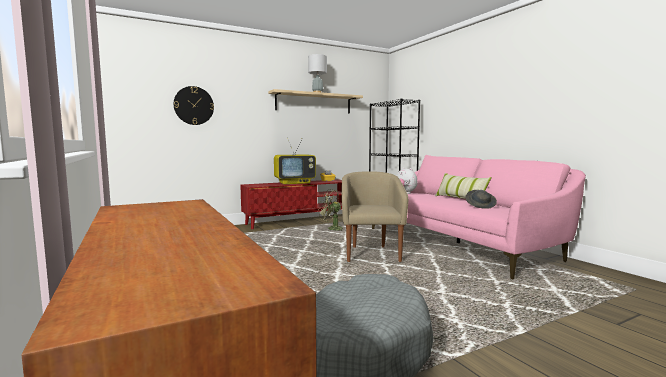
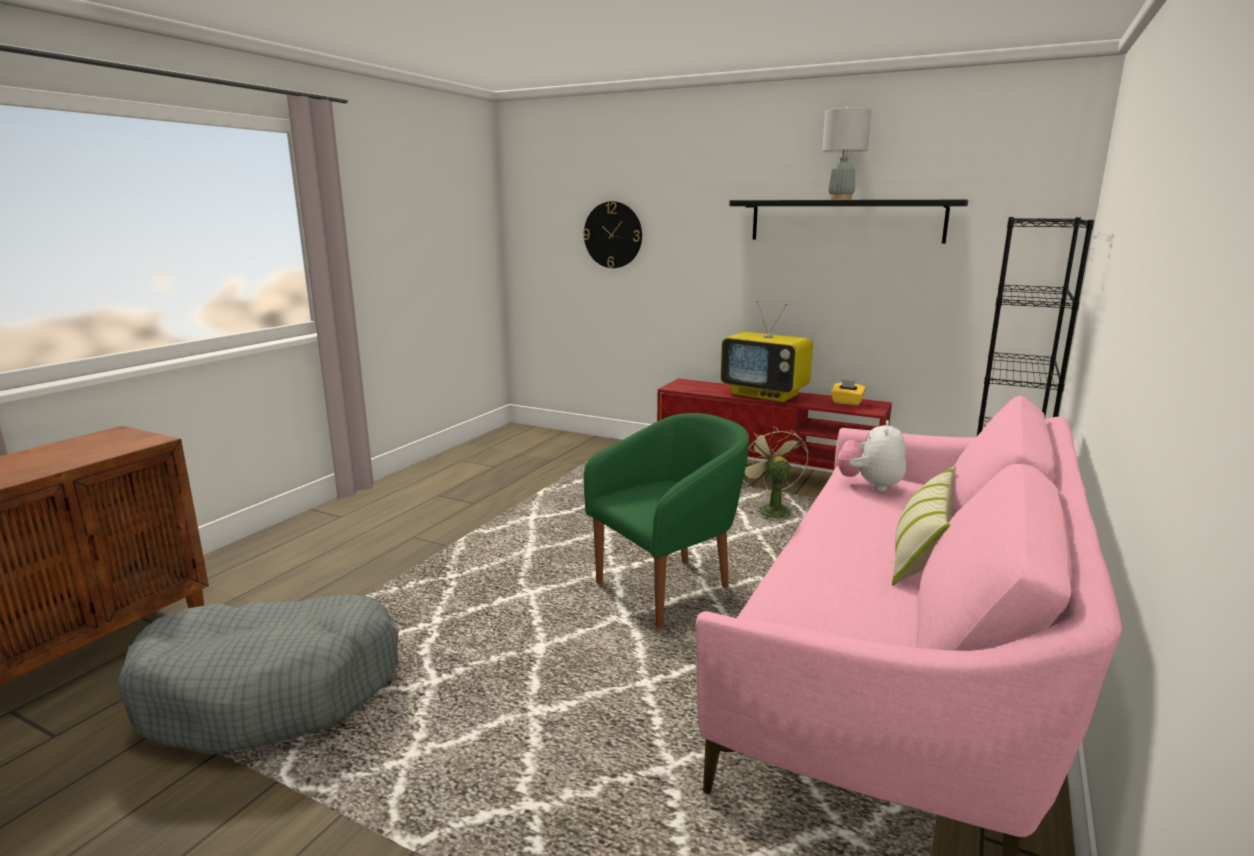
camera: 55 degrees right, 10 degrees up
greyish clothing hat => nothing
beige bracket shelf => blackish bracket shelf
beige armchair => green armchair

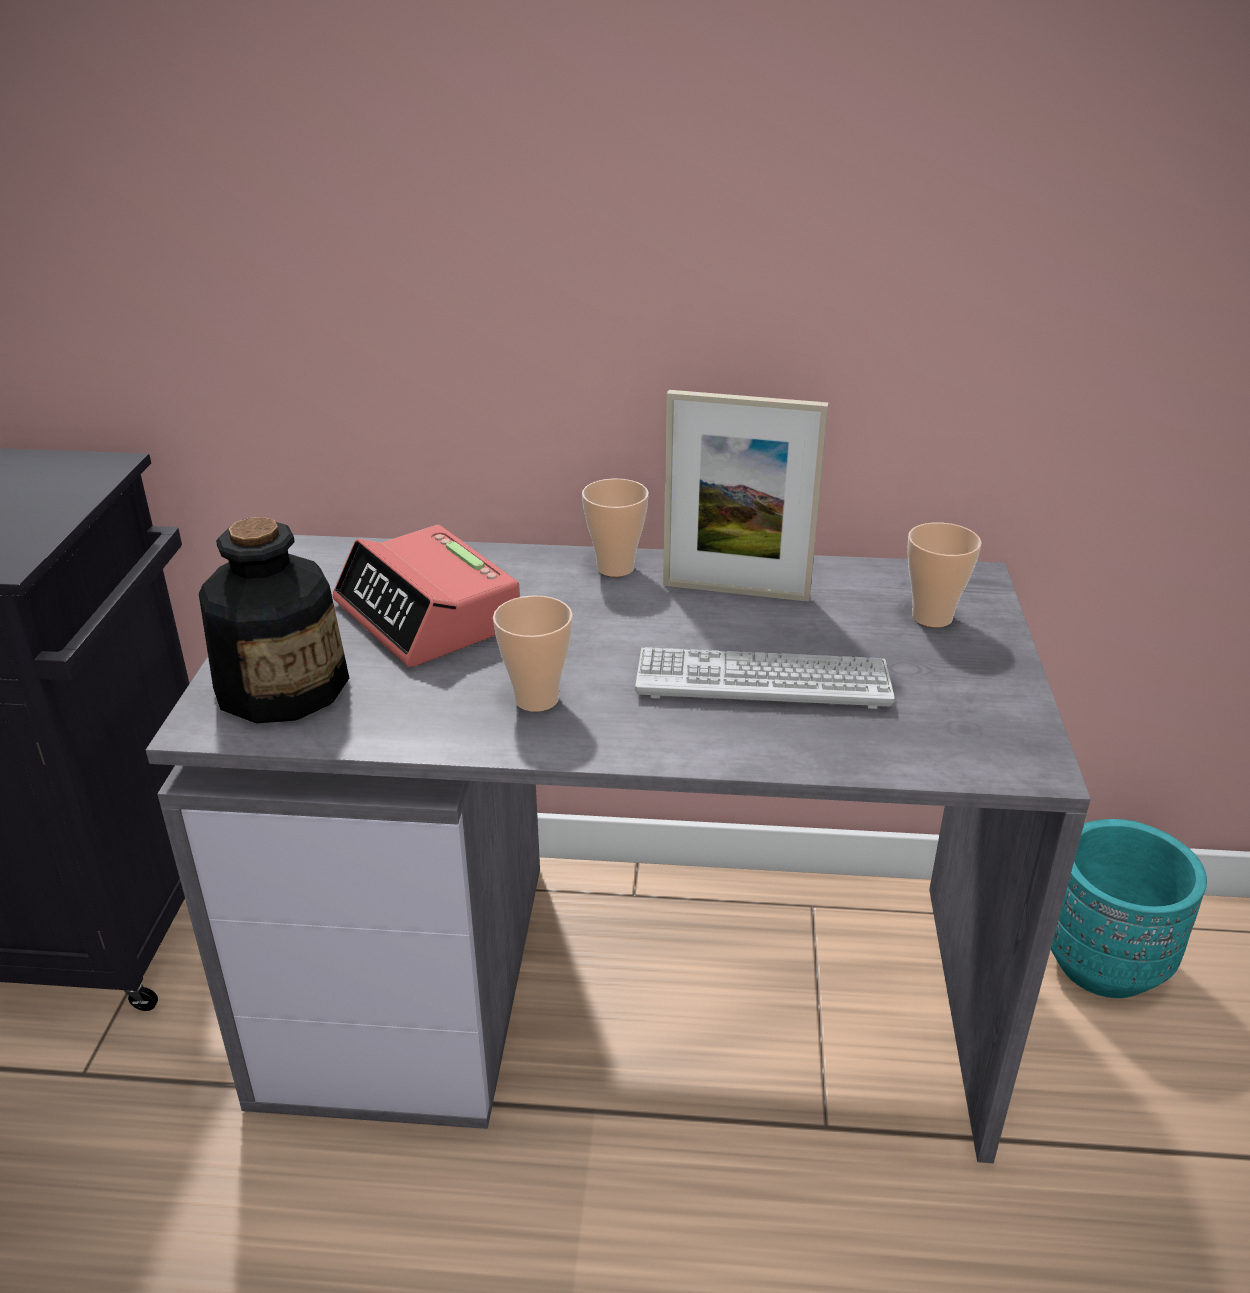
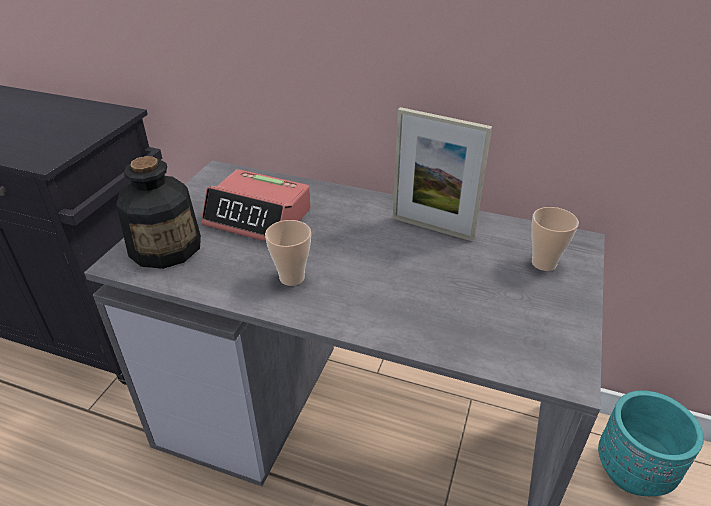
camera: 15 degrees right, 5 degrees up
small cup (no. 2 from left) => nothing
PC keyboard => nothing
alarm clock, 45 degrees counterclockwise

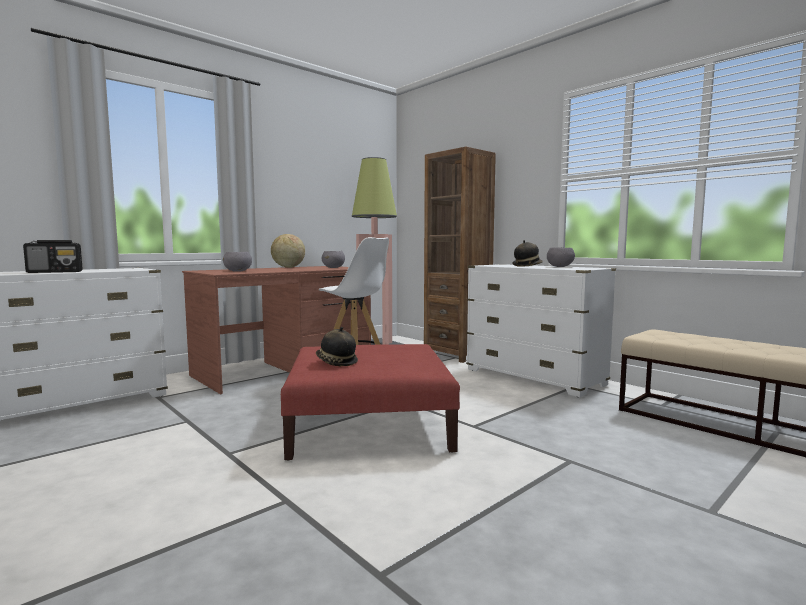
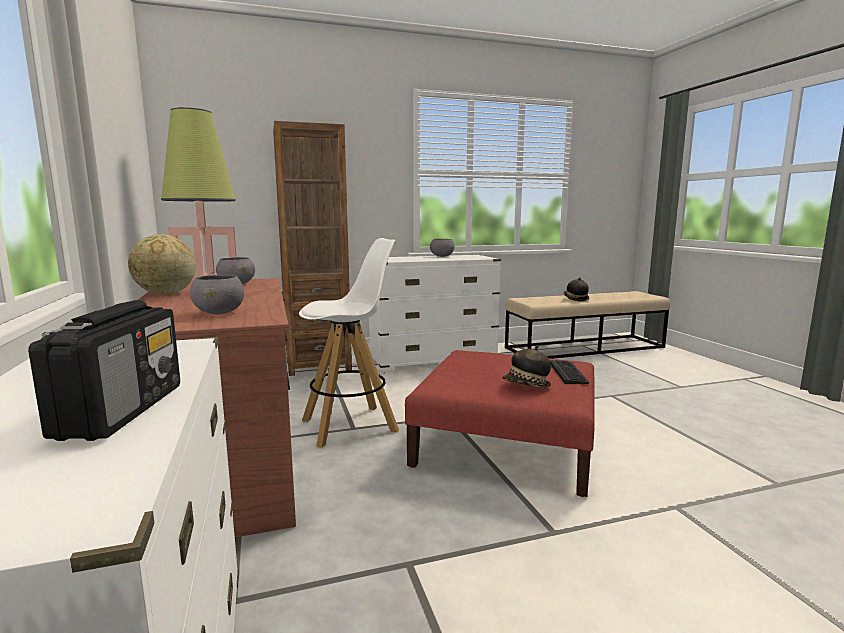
camera: 65 degrees left, 5 degrees up
nothing => PC keyboard
clothing hat (no. 2 from left), relocated

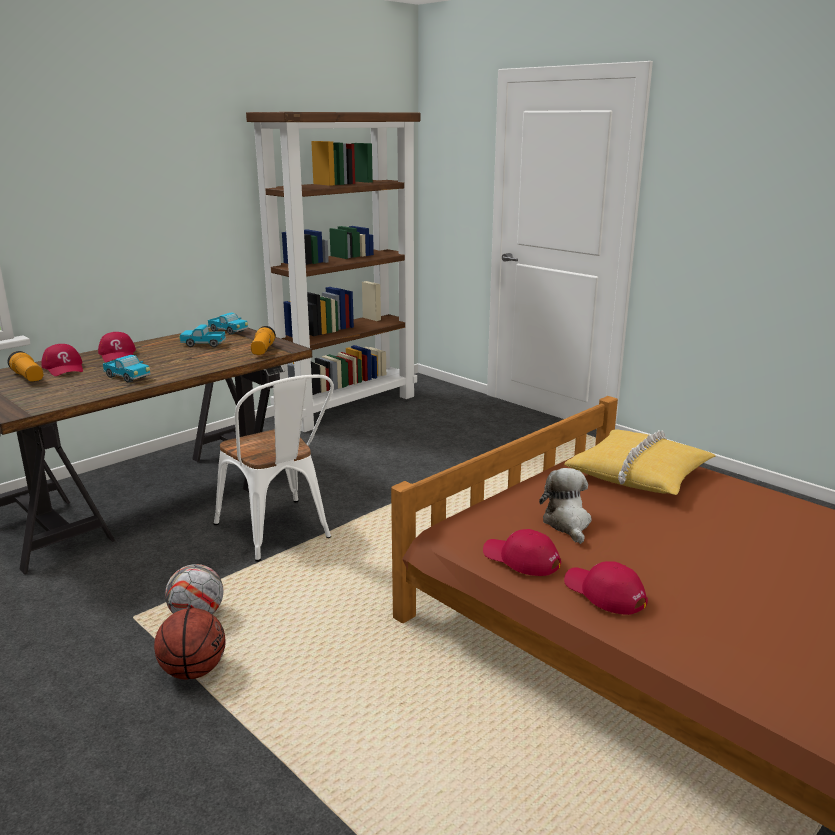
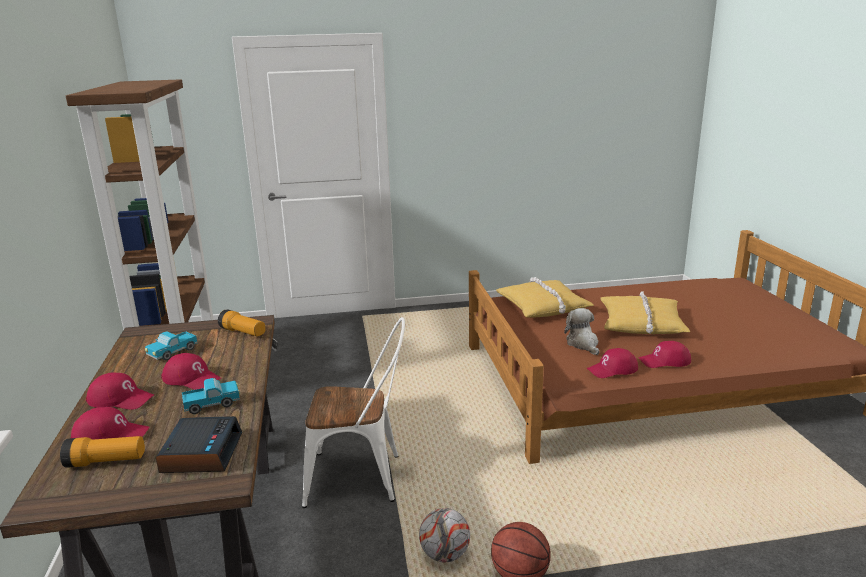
camera: 55 degrees left, 0 degrees up
toy truck (no. 3 from left) => nothing
nothing => alarm clock
nothing => red baseball cap (no. 3 from left)
nothing => yellowish cushion (no. 2 from left)
soft toy, 45 degrees clockwise

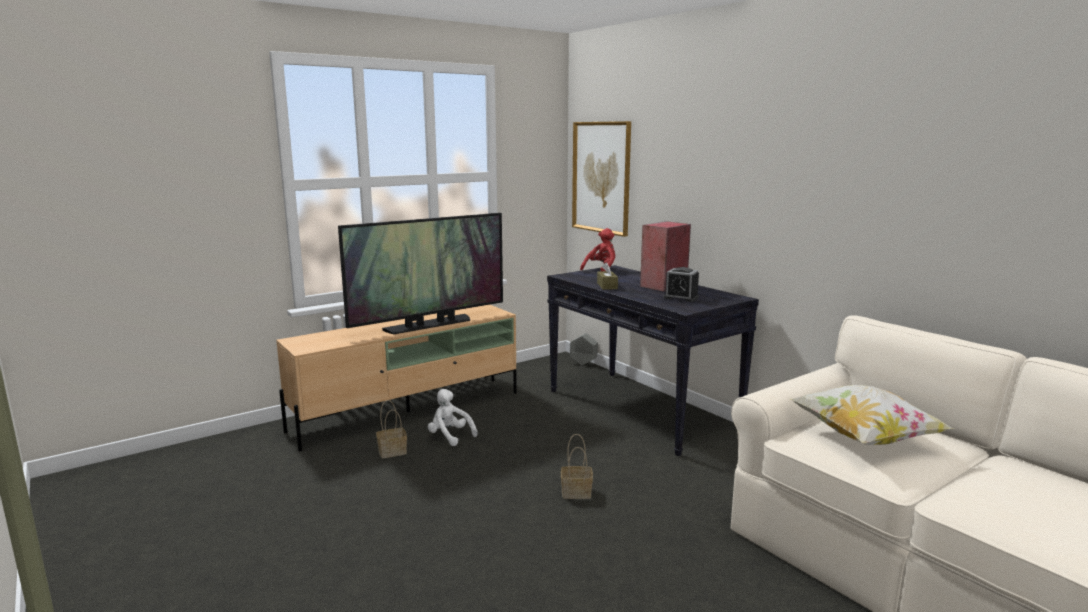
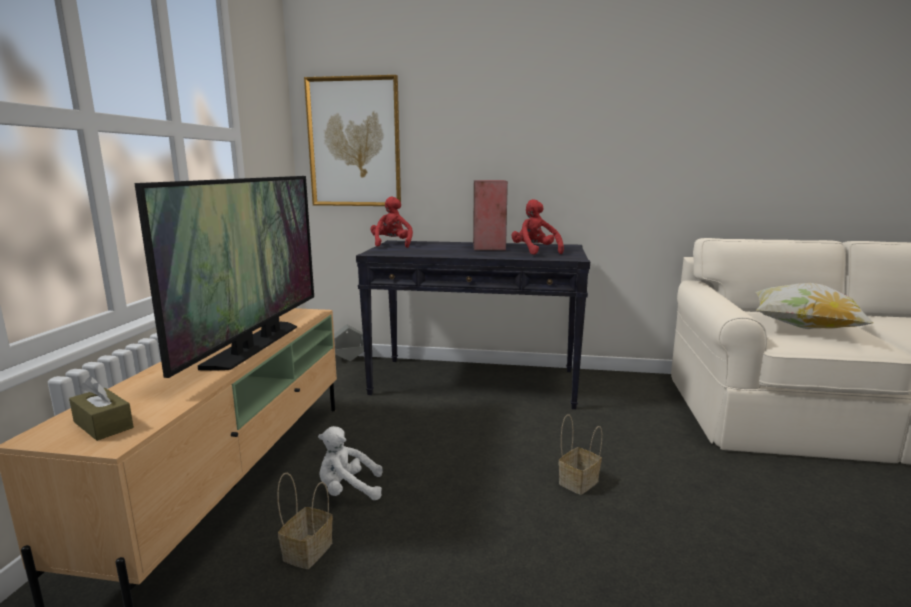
camera: 45 degrees left, 0 degrees up
brown tissue holder, relocated
alarm clock => red soft toy (no. 2 from left)

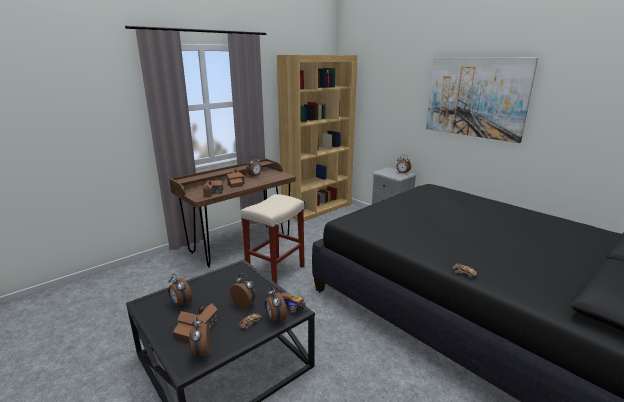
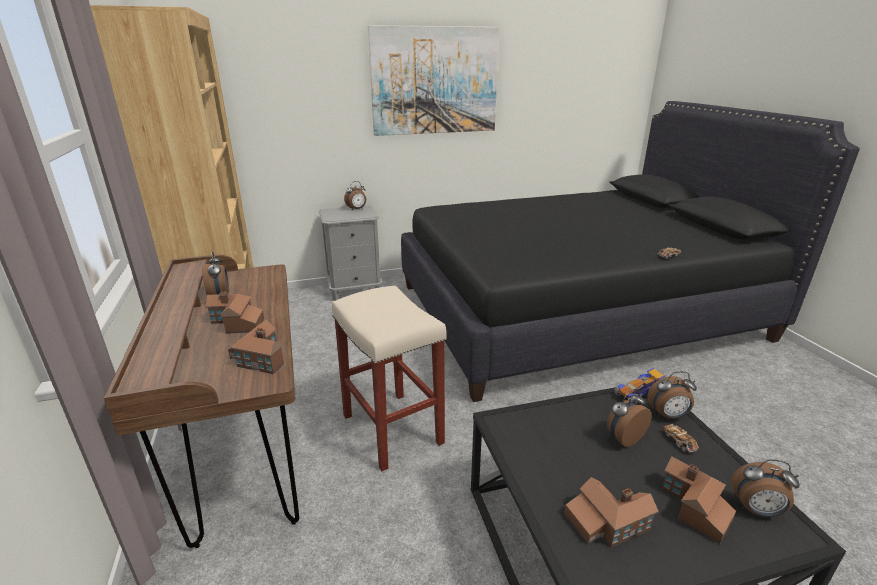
camera: 65 degrees left, 5 degrees up
alarm clock (no. 1 from left) => model house (no. 3 from left)

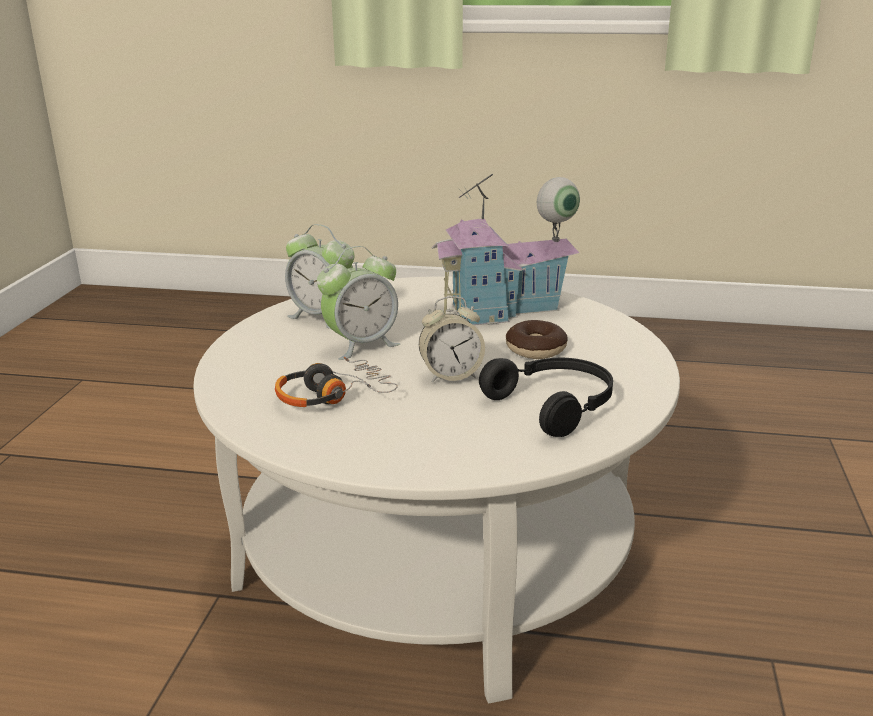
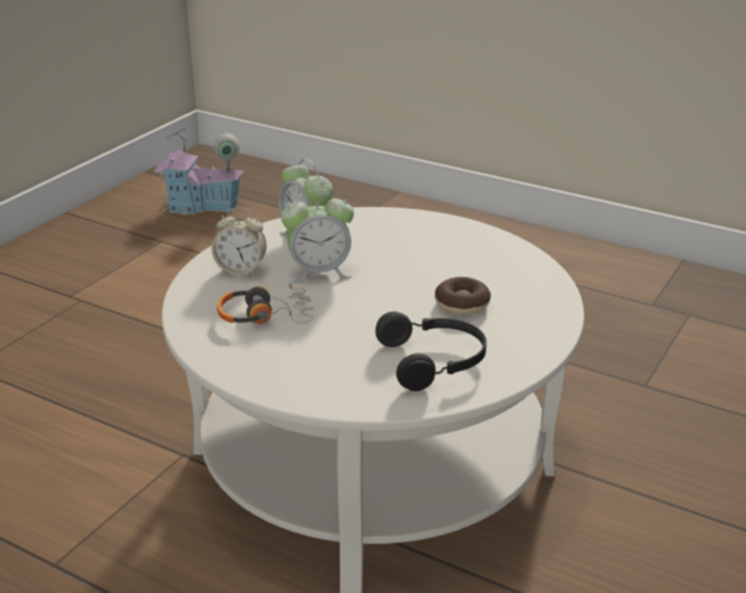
camera: 20 degrees right, 5 degrees up
alarm clock (no. 3 from left in the first image) => alarm clock (no. 1 from left), relocated
model house, relocated

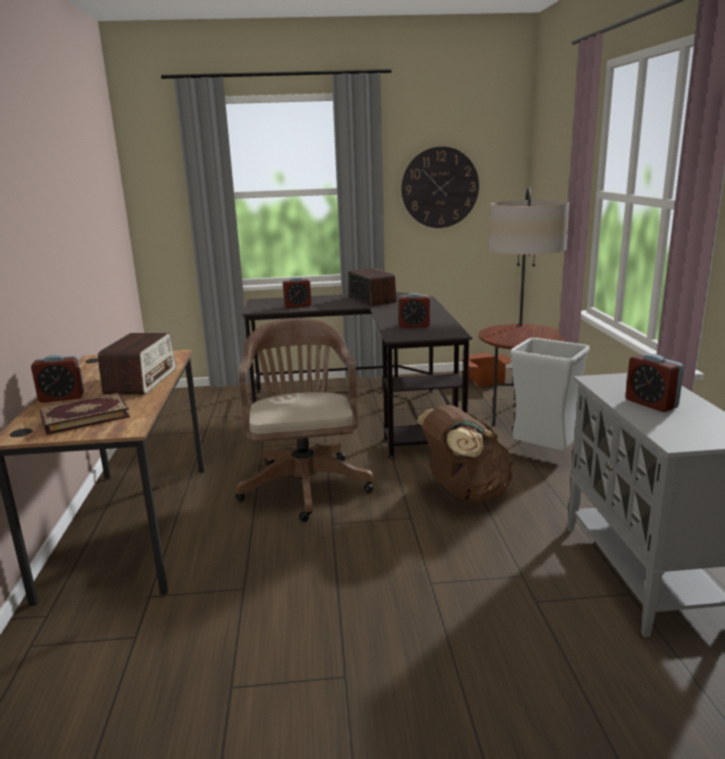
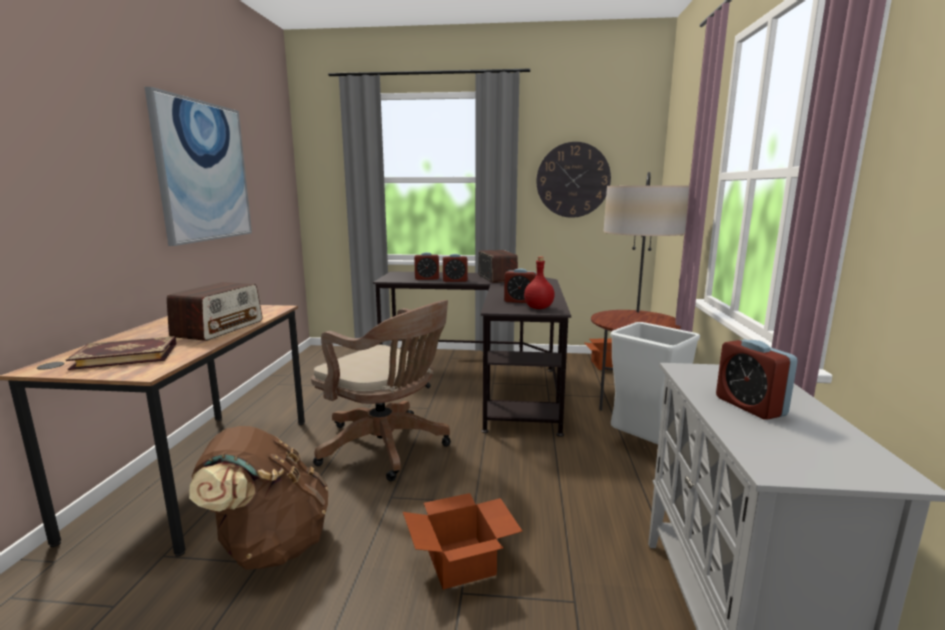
camera: 10 degrees right, 5 degrees down
nothing => wall picture
nothing => packing box (no. 1 from left)
nothing => red drink bottle
alarm clock (no. 1 from left in the first image) => alarm clock (no. 2 from left), relocated
brown backpack, relocated
brown computer chair, 120 degrees clockwise

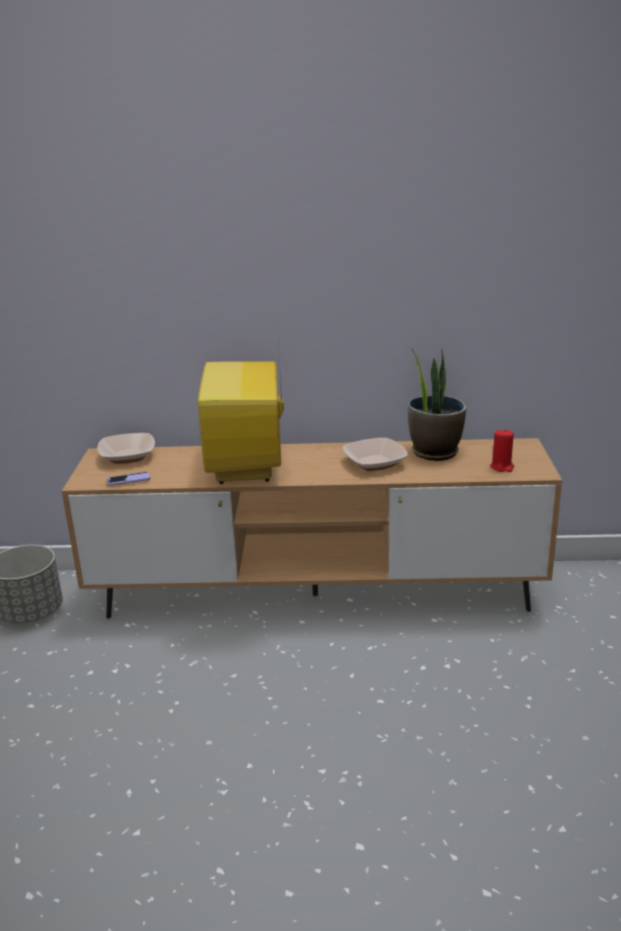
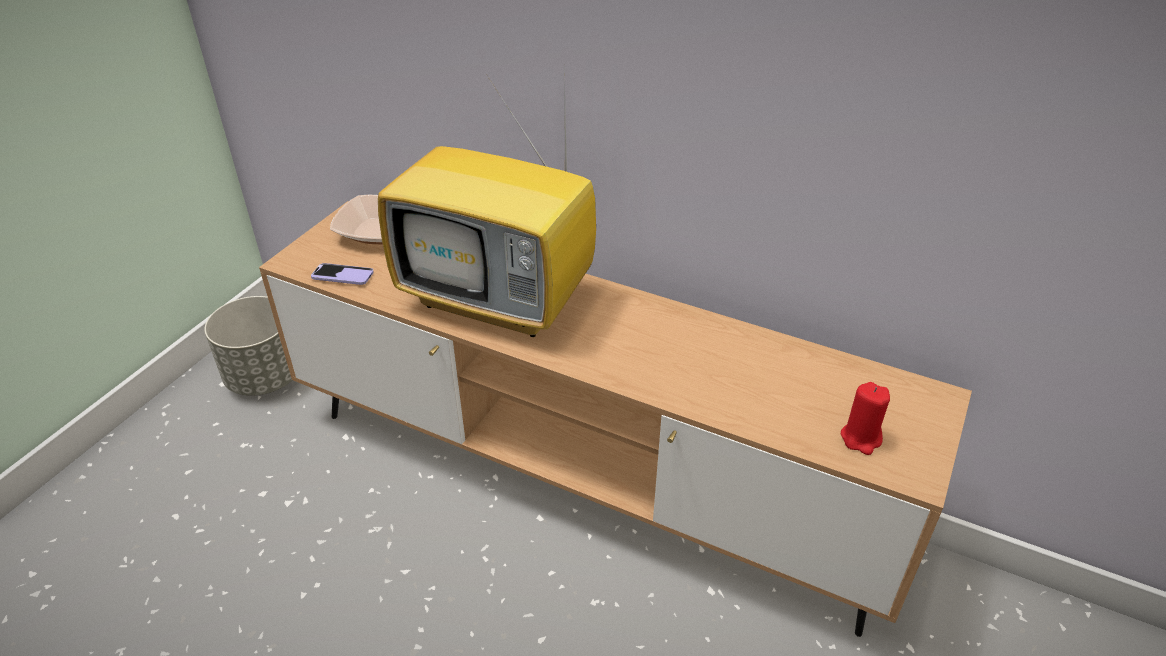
camera: 25 degrees right, 15 degrees up
serving bowl (no. 2 from left) => nothing
houseplant => nothing
television, 90 degrees counterclockwise

